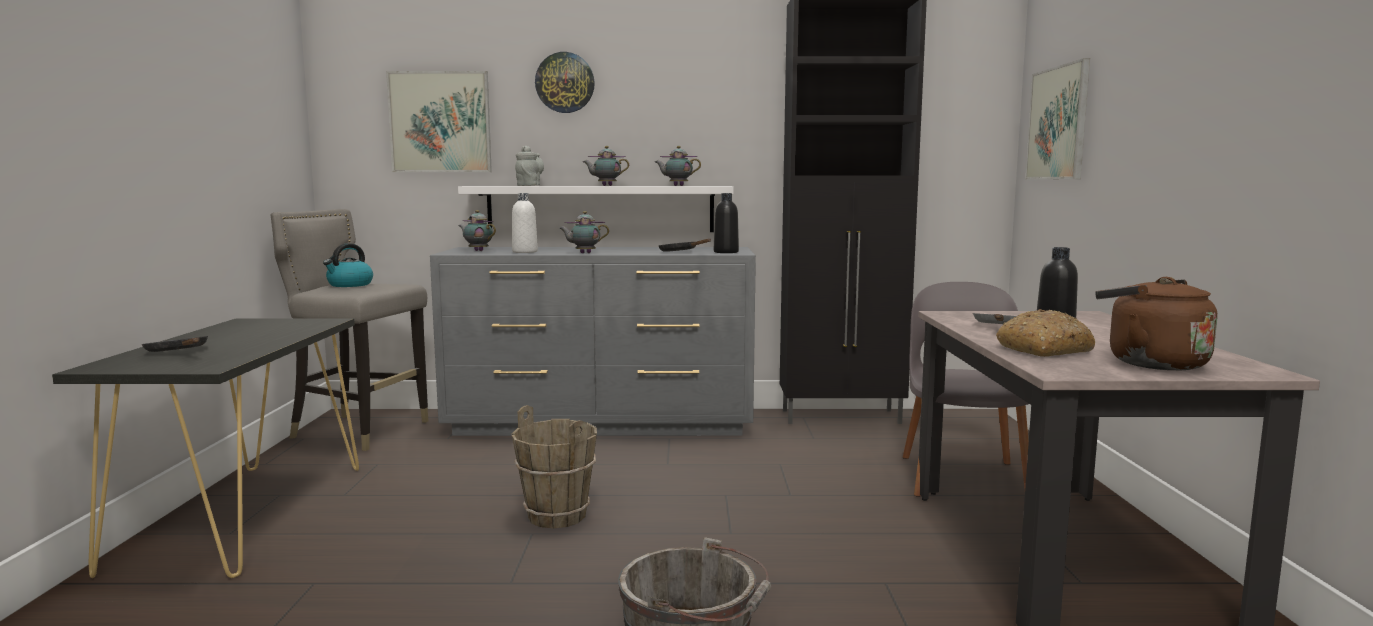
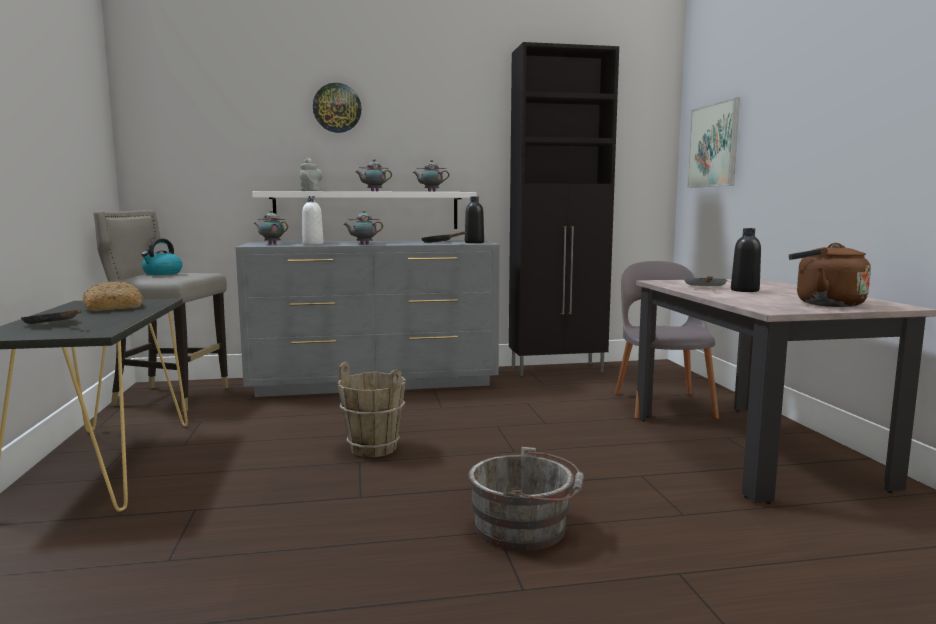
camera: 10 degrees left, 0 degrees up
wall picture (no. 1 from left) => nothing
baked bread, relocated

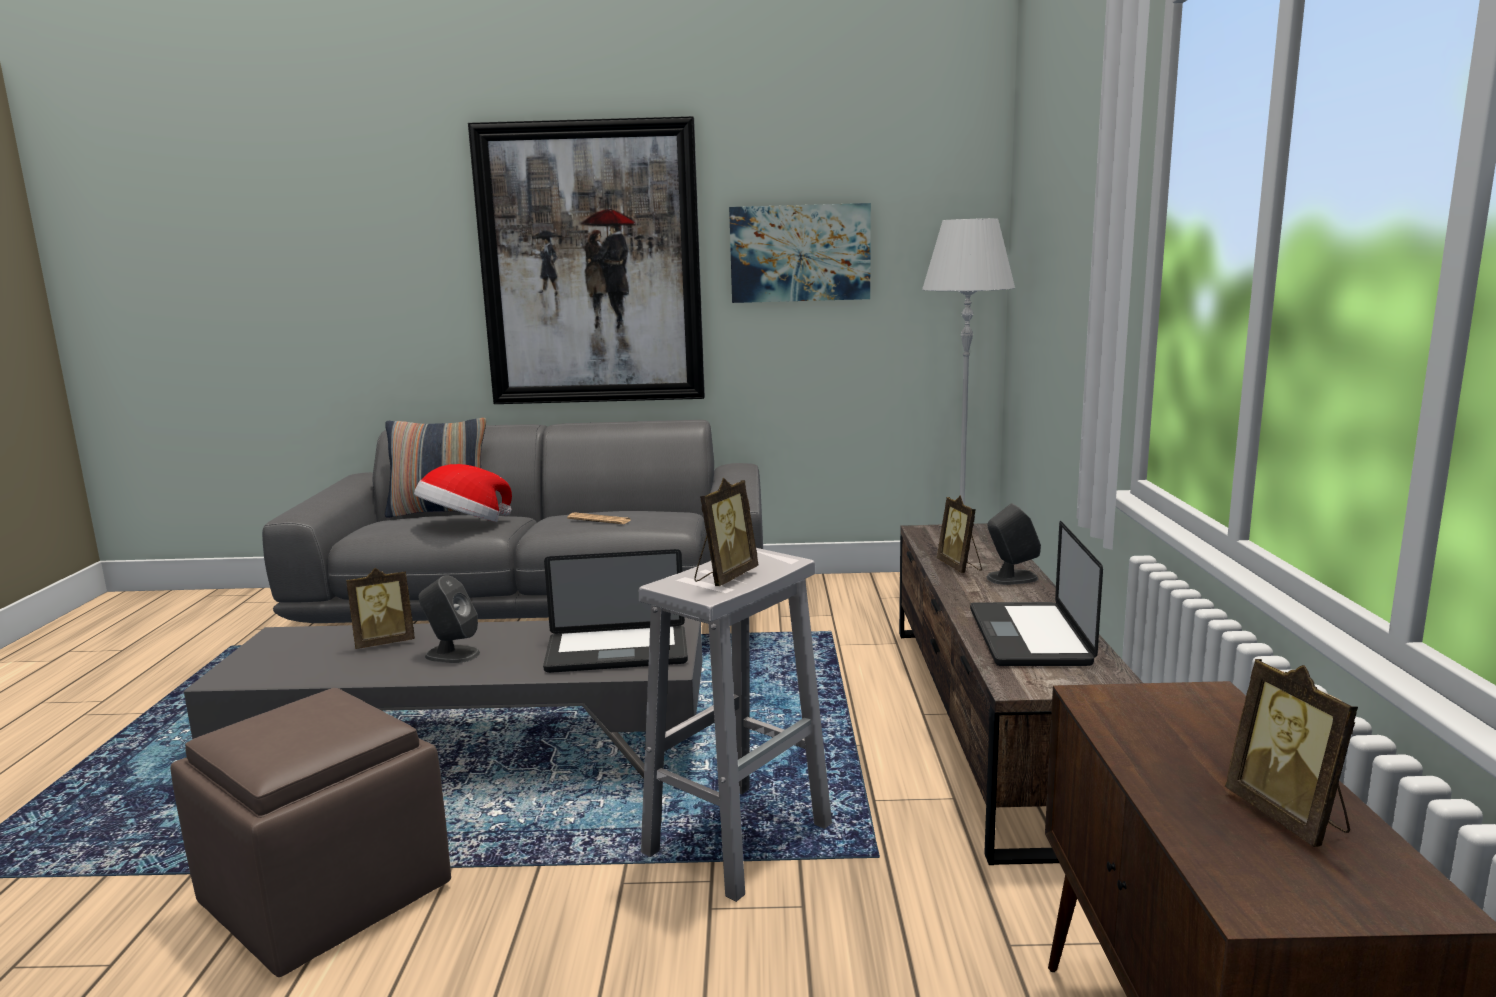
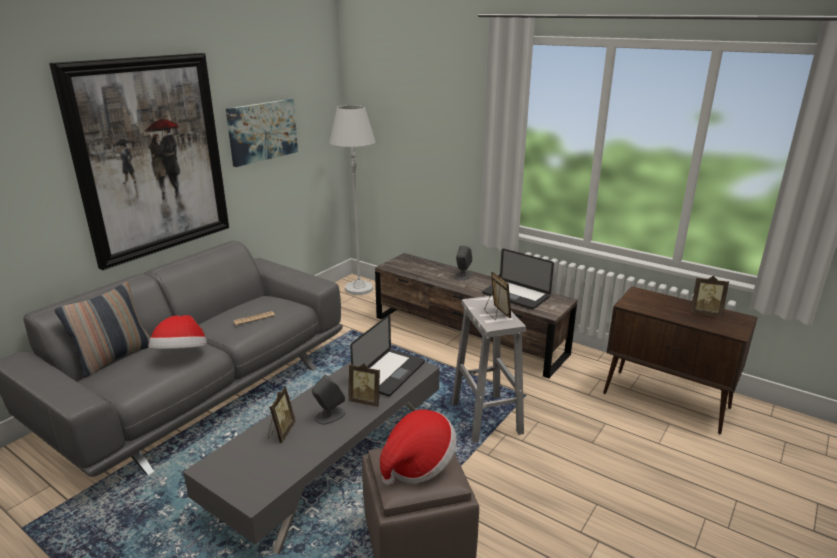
camera: 55 degrees left, 10 degrees up
nothing => clothing hat (no. 2 from left)
photo frame (no. 3 from left in the first image) => photo frame (no. 2 from left), relocated

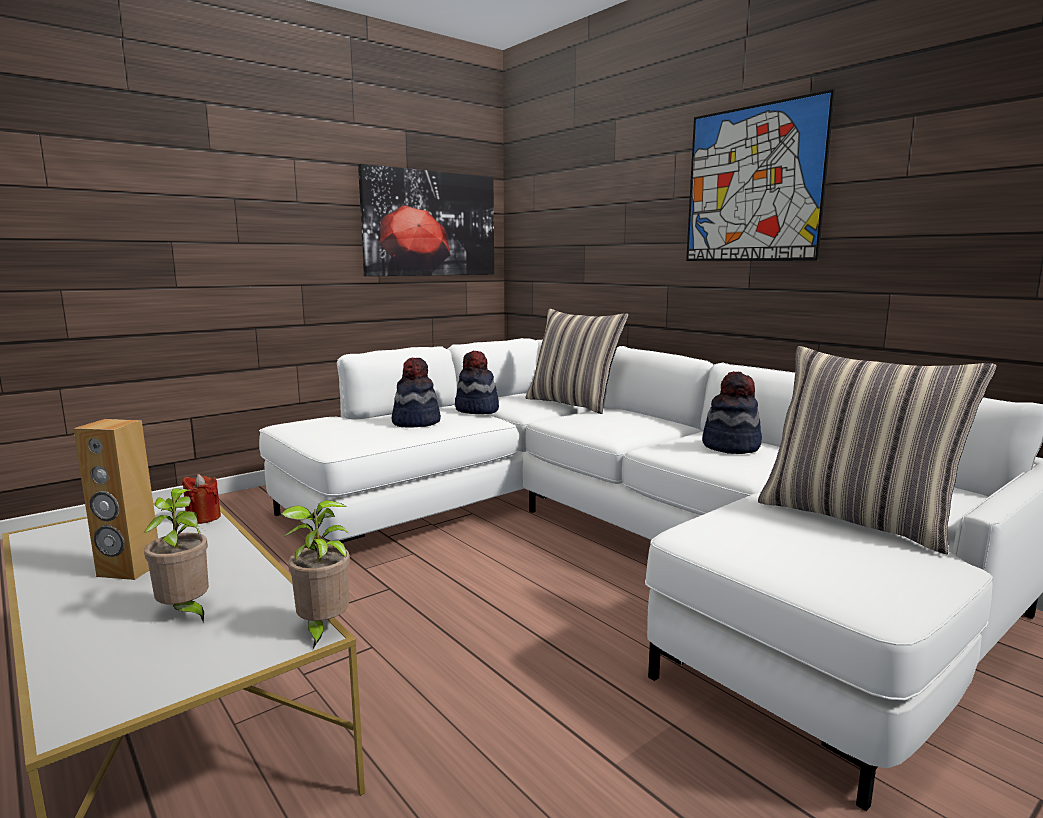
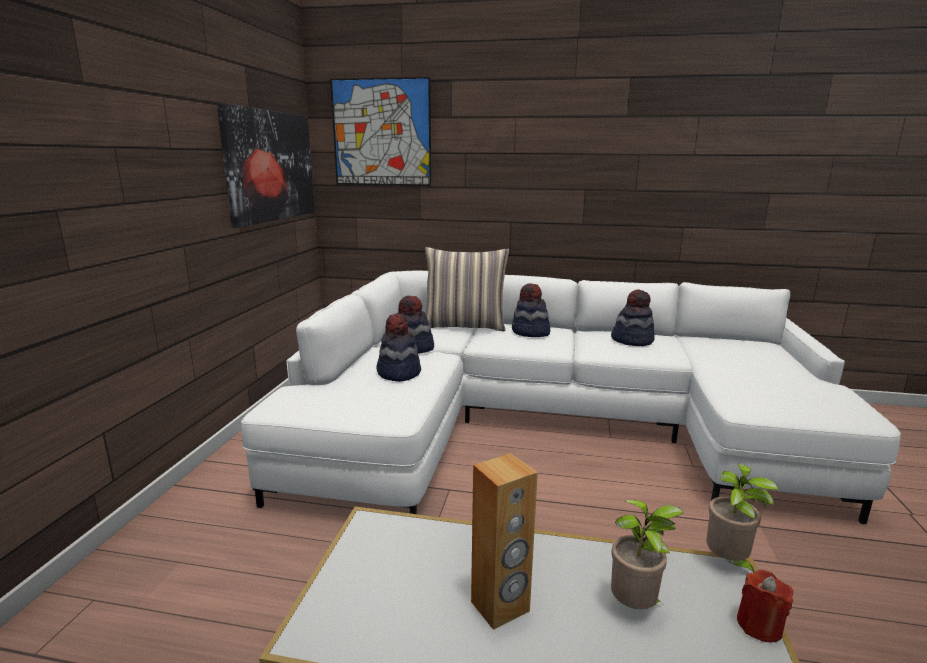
camera: 40 degrees left, 5 degrees up
cushion (no. 2 from left) => nothing
nothing => clothing hat (no. 3 from left)
red wax candle, relocated
wall picture (no. 2 from left), relocated

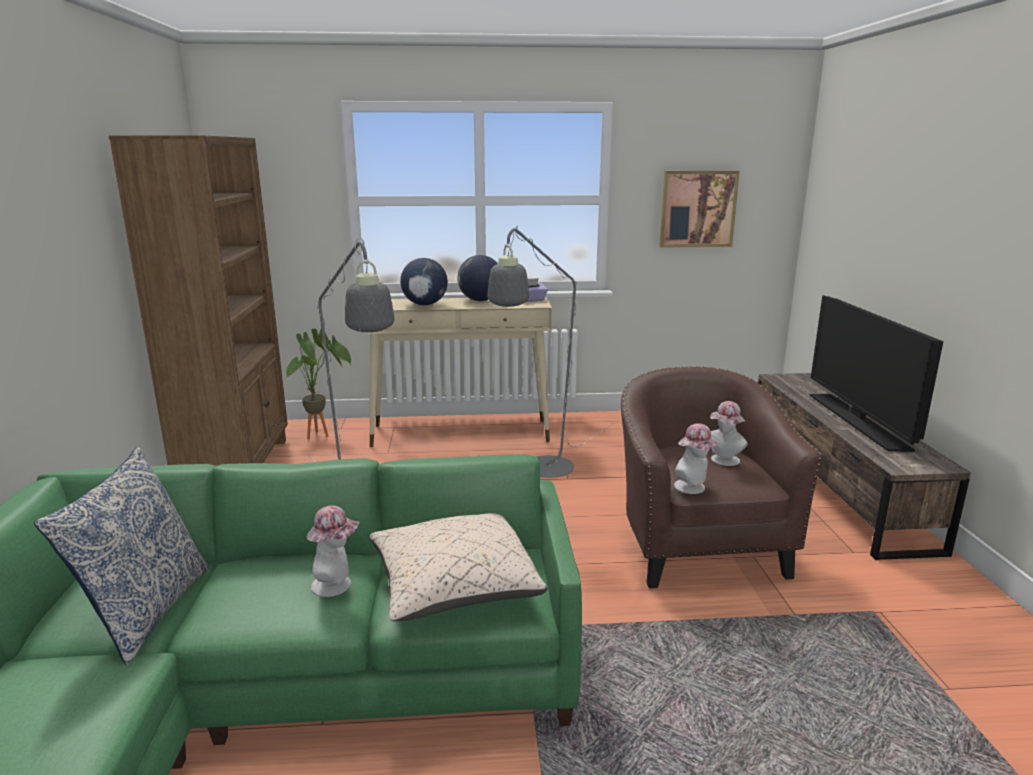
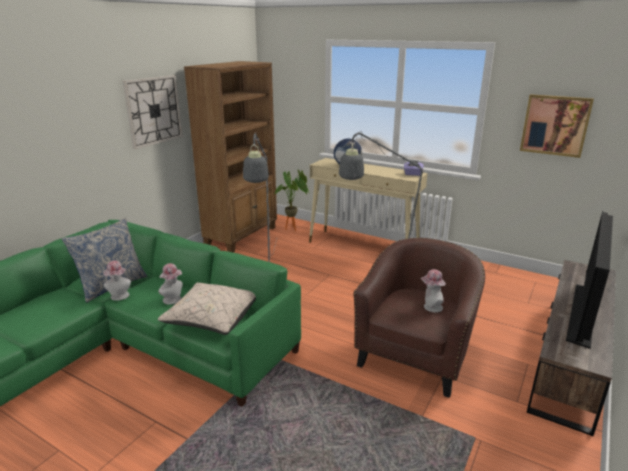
camera: 35 degrees right, 5 degrees up
globe (no. 2 from left) => nothing
nothing => wall clock
clothing hat (no. 2 from left in the first image) => clothing hat (no. 1 from left), relocated

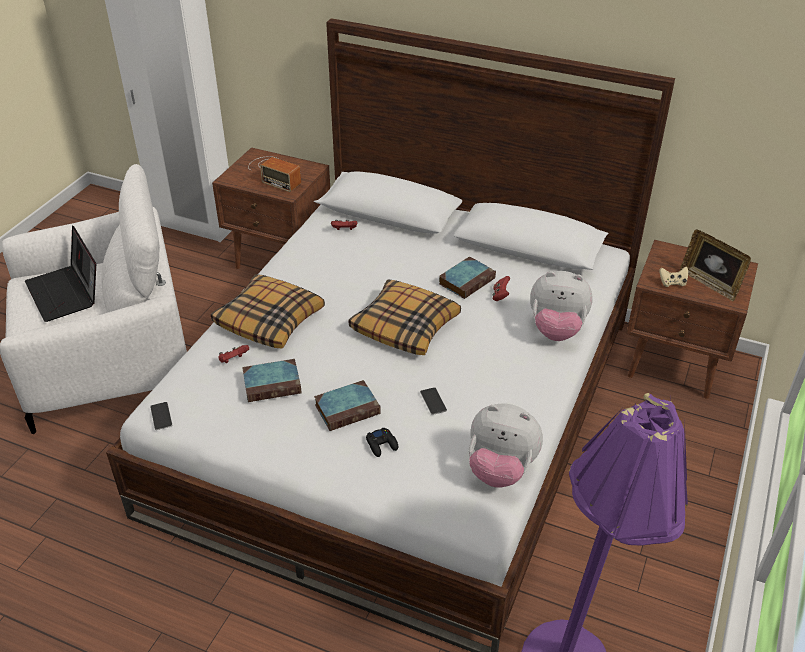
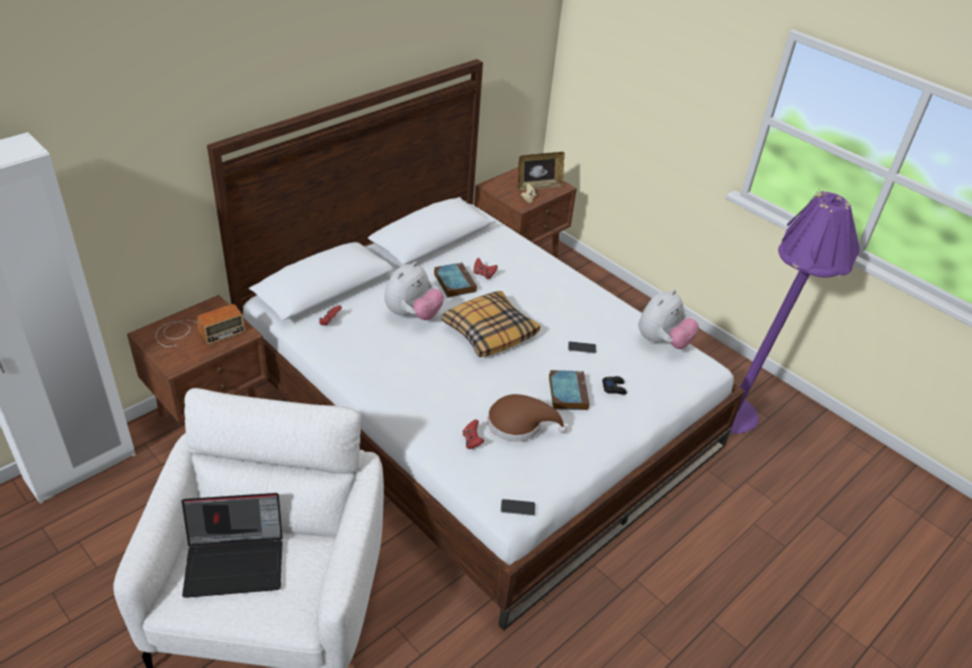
camera: 70 degrees left, 0 degrees up
cushion (no. 1 from left) => nothing
soft toy (no. 2 from left in the first image) => soft toy (no. 1 from left), relocated
bound book (no. 1 from left) => brown clothing hat

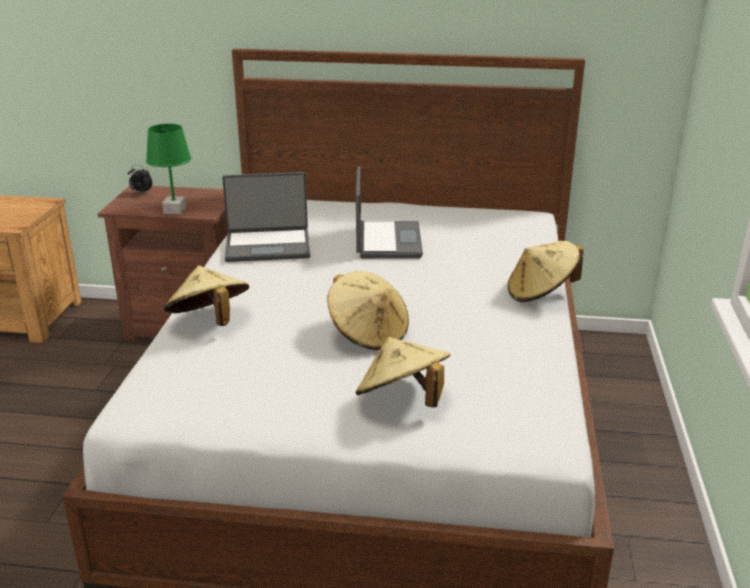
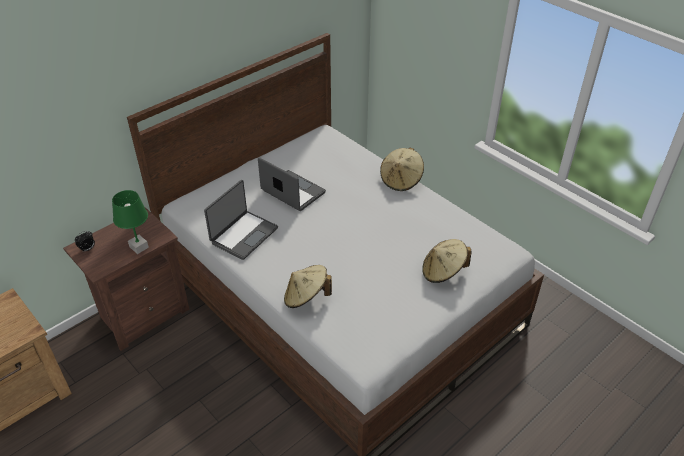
camera: 50 degrees left, 15 degrees up
beige clothing hat (no. 2 from left) => nothing

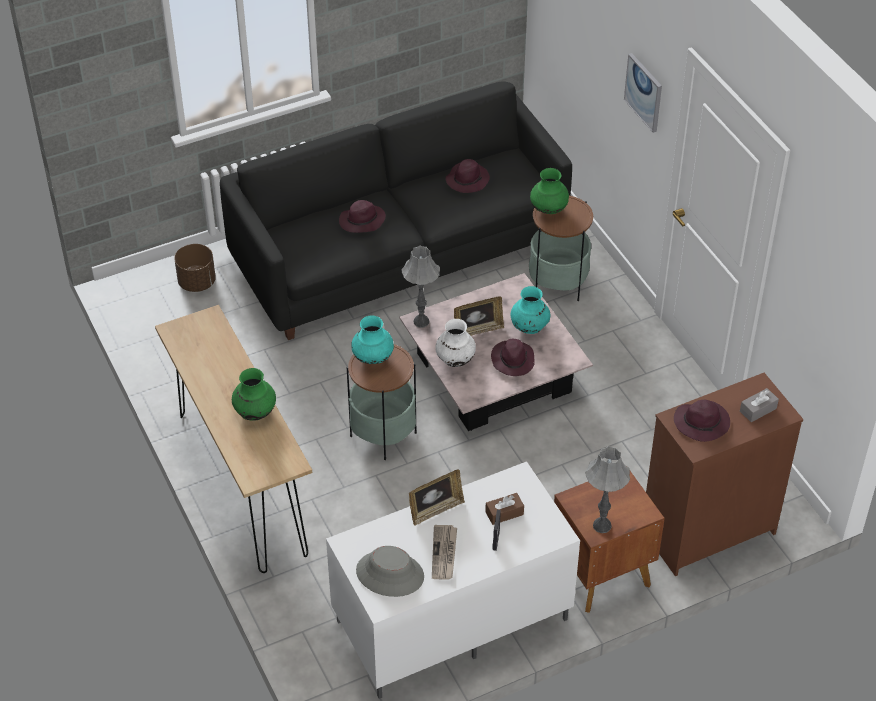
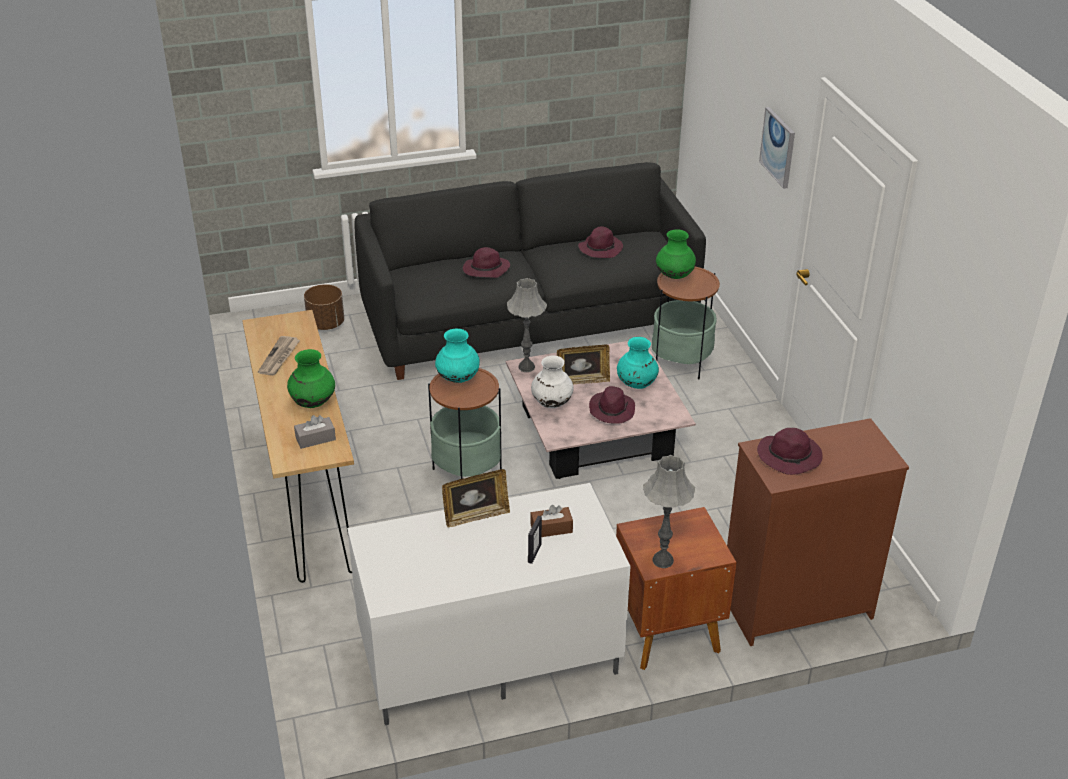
camera: 10 degrees right, 10 degrees down
greyish clothing hat => nothing
printed paper, relocated
greyish tissue holder, relocated

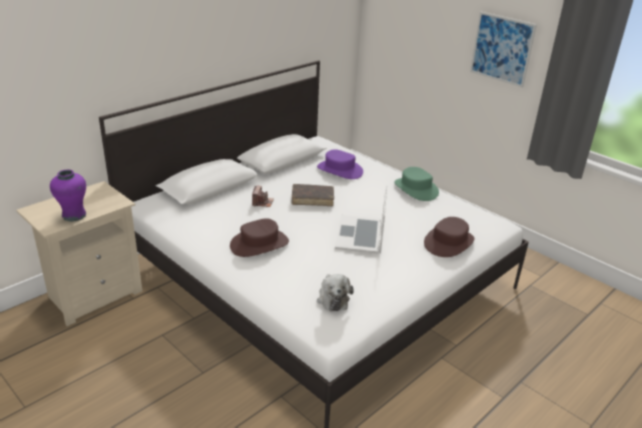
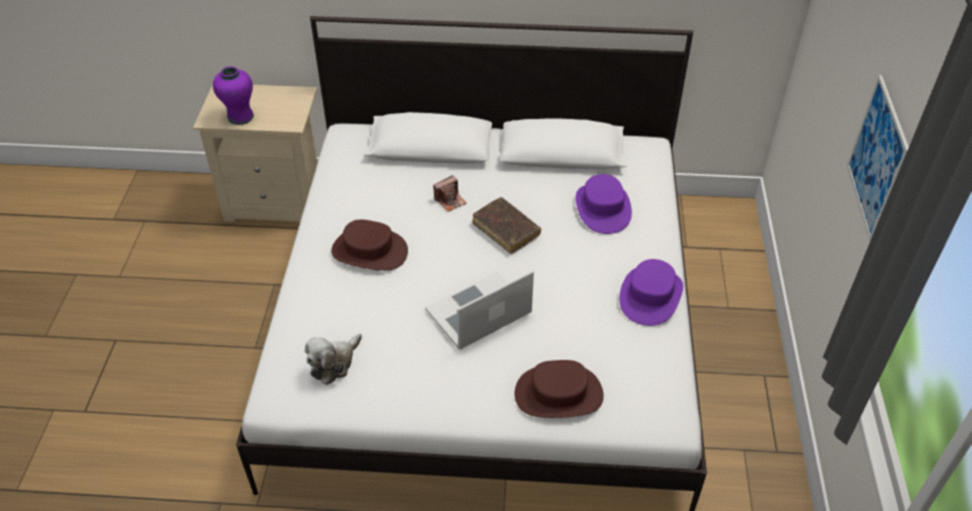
camera: 50 degrees right, 15 degrees up
green clothing hat => purple clothing hat (no. 2 from left)

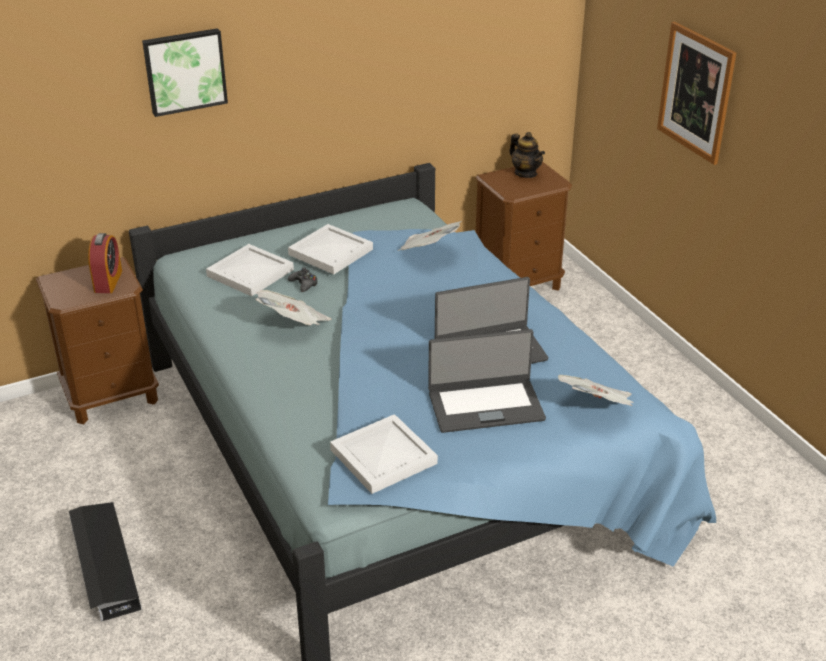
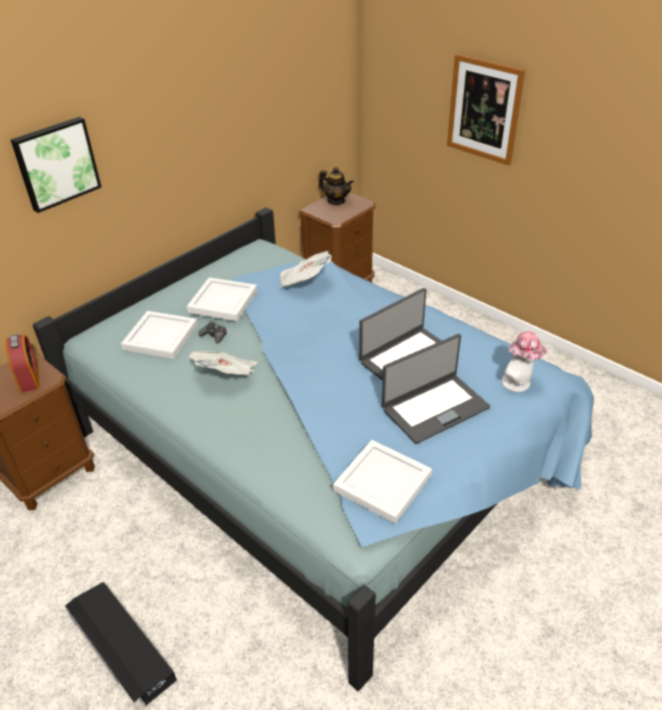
camera: 20 degrees left, 5 degrees up
printed paper (no. 3 from left) => clothing hat

